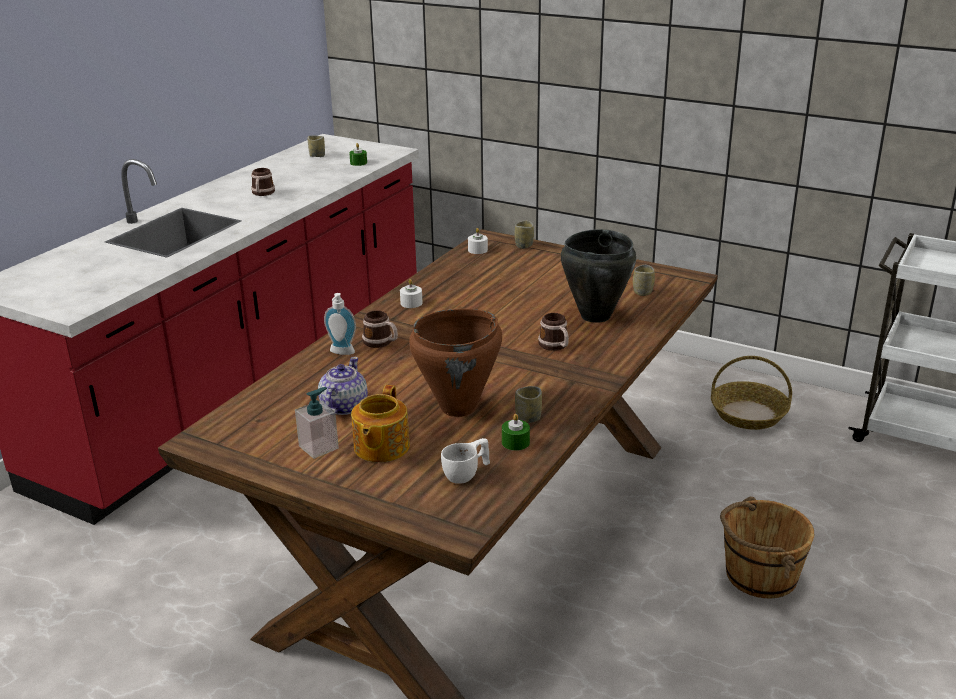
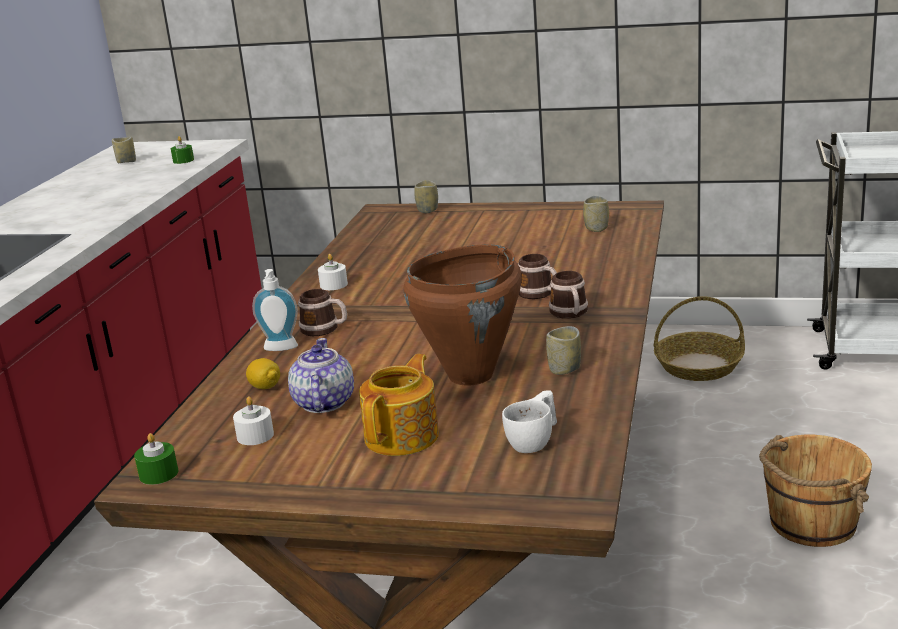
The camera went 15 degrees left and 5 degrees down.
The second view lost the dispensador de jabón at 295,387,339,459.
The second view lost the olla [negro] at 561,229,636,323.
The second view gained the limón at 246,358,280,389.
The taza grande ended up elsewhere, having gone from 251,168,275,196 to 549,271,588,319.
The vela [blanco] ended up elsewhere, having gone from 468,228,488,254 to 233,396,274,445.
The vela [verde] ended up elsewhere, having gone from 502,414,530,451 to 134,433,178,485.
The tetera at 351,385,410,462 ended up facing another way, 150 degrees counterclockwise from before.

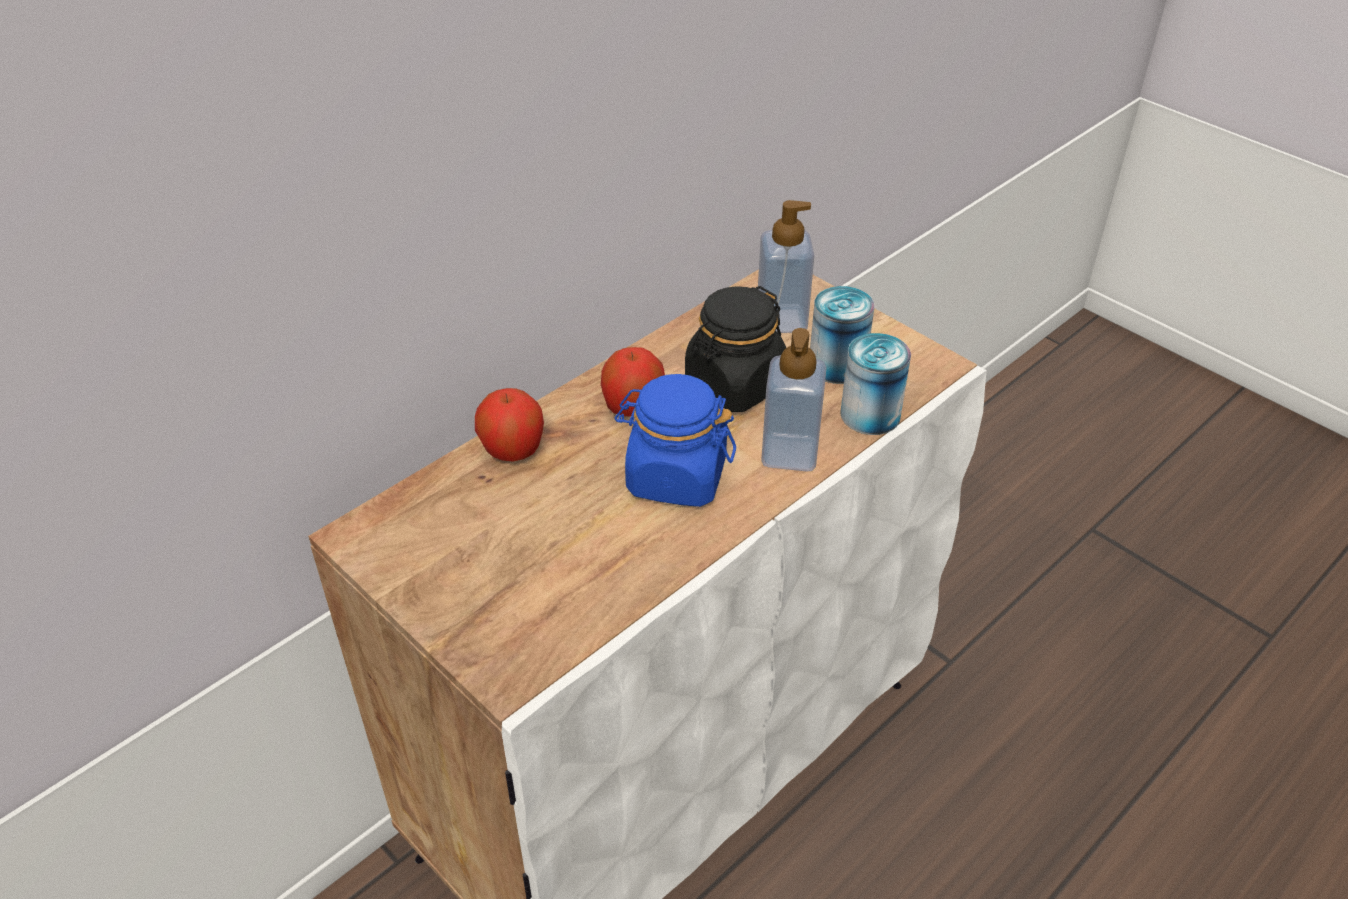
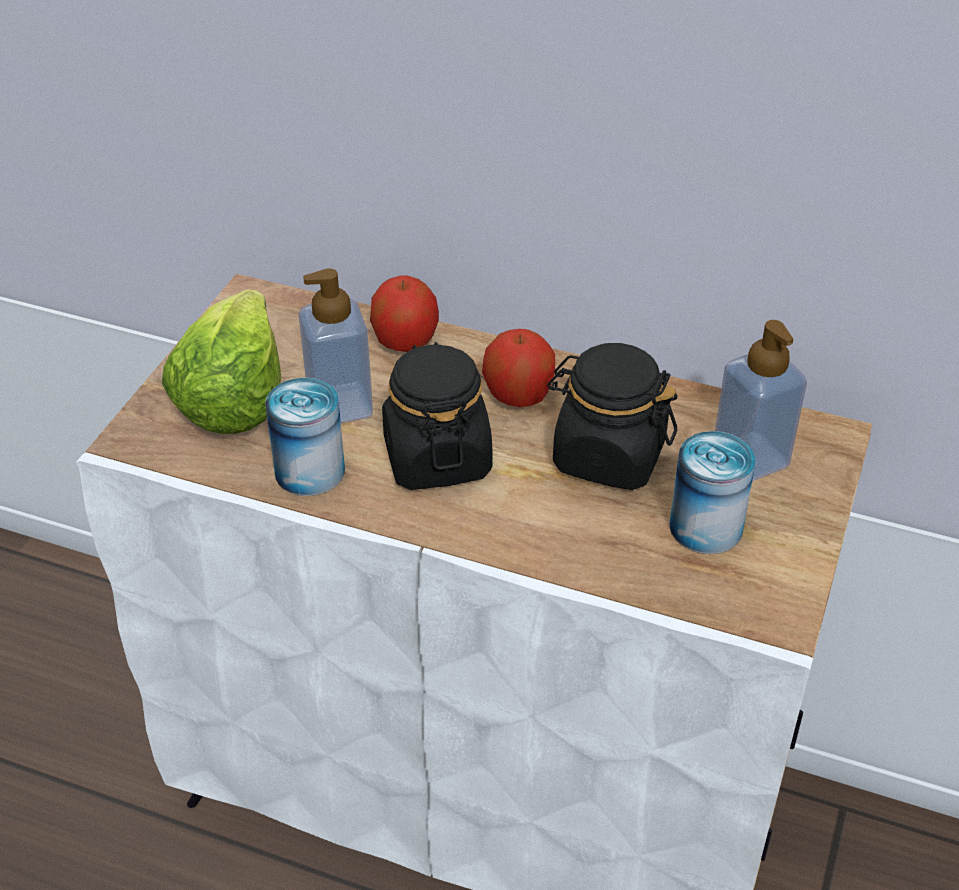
The camera went 65 degrees right and 0 degrees up.
The second view gained the lechuga at 162,289,281,434.
The dispensador de jabón ended up elsewhere, having gone from 761,328,827,472 to 299,268,373,423.
The lata ended up elsewhere, having gone from 840,333,911,435 to 265,378,345,496.
What was the tarro [azul] at 615,374,736,507 turned into the tarro [negro] at 382,342,492,490.

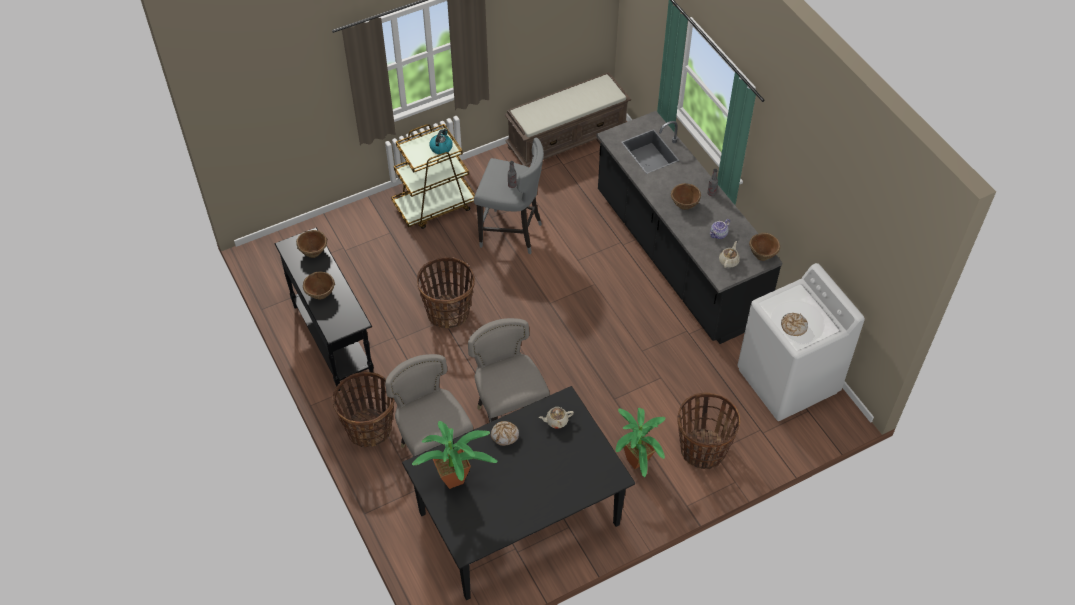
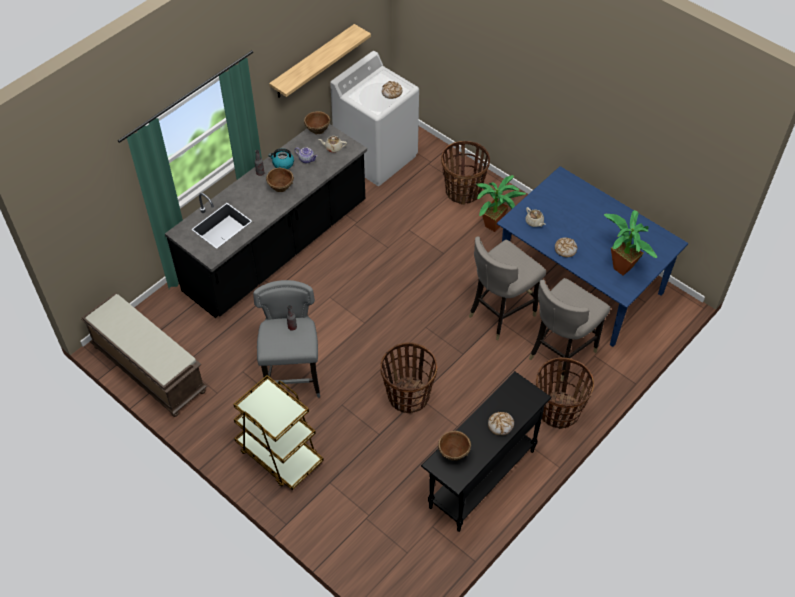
The camera went 110 degrees left and 0 degrees up.
The second view gained the estante at 269,24,371,98.
The hervidor ended up elsewhere, having gone from 429,129,453,154 to 268,148,294,169.
Where the cuenco [marrón] stood at 303,272,335,299, the pan came to stand at 488,412,514,435.
What was the mesa de comedor [negro] at 402,386,635,600 turned into the mesa de comedor [azul] at 497,166,688,347.

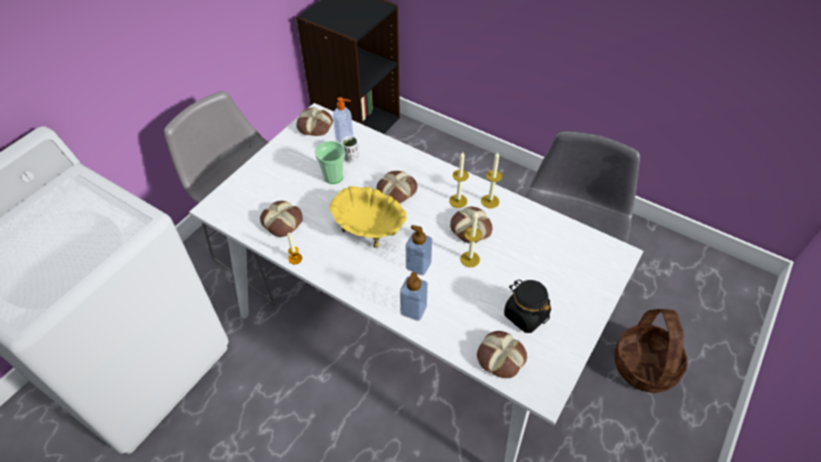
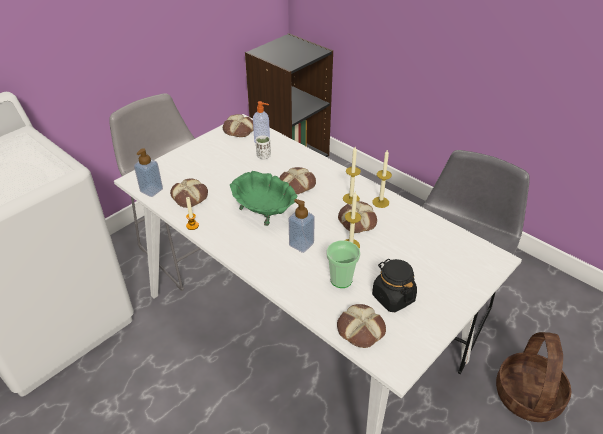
The camera went 10 degrees right and 10 degrees down.
The taza ended up elsewhere, having gone from 315,141,345,184 to 326,240,360,288.
The dispensador de jabón ended up elsewhere, having gone from 400,272,428,321 to 134,148,163,197.
What was the cuenco [amarillo] at 329,186,407,248 turned into the cuenco [verde] at 230,171,298,226.

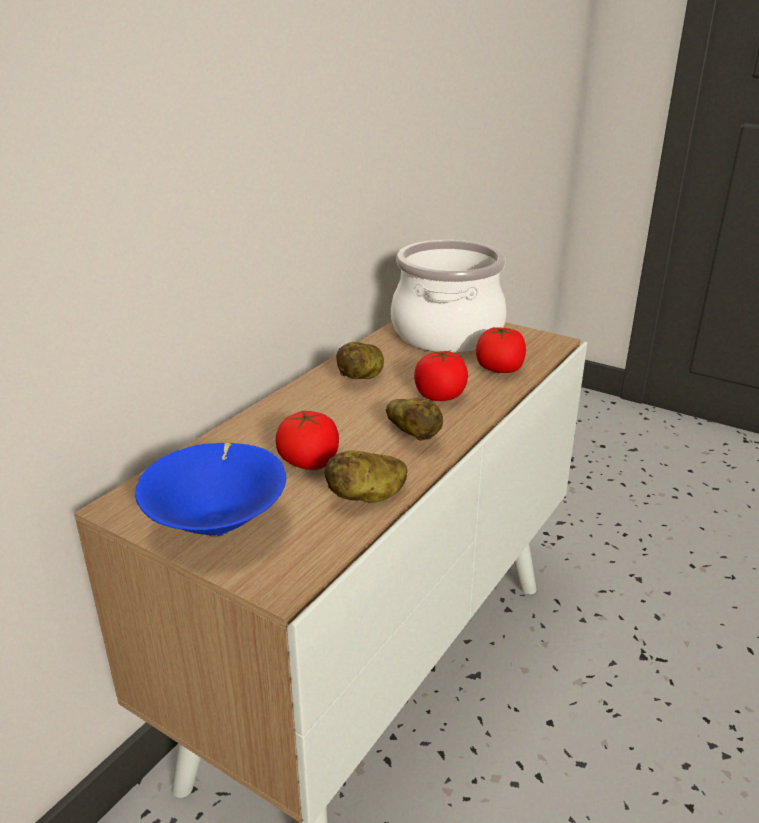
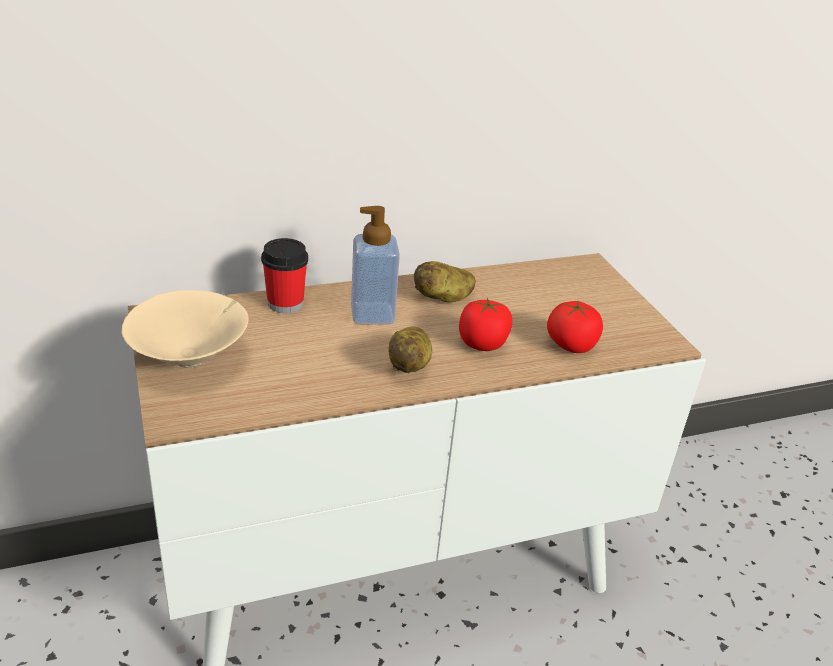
The camera went 35 degrees right and 5 degrees up.
The second view lost the tomate at 275,410,339,470.
The second view lost the patata at 325,451,407,503.
The second view lost the olla at 391,240,507,353.
The second view gained the taza at 261,238,308,313.
The second view gained the dispensador de jabón at 351,206,400,324.
What was the cuenco [azul] at 135,442,287,536 turned into the cuenco [beis] at 122,290,249,368.

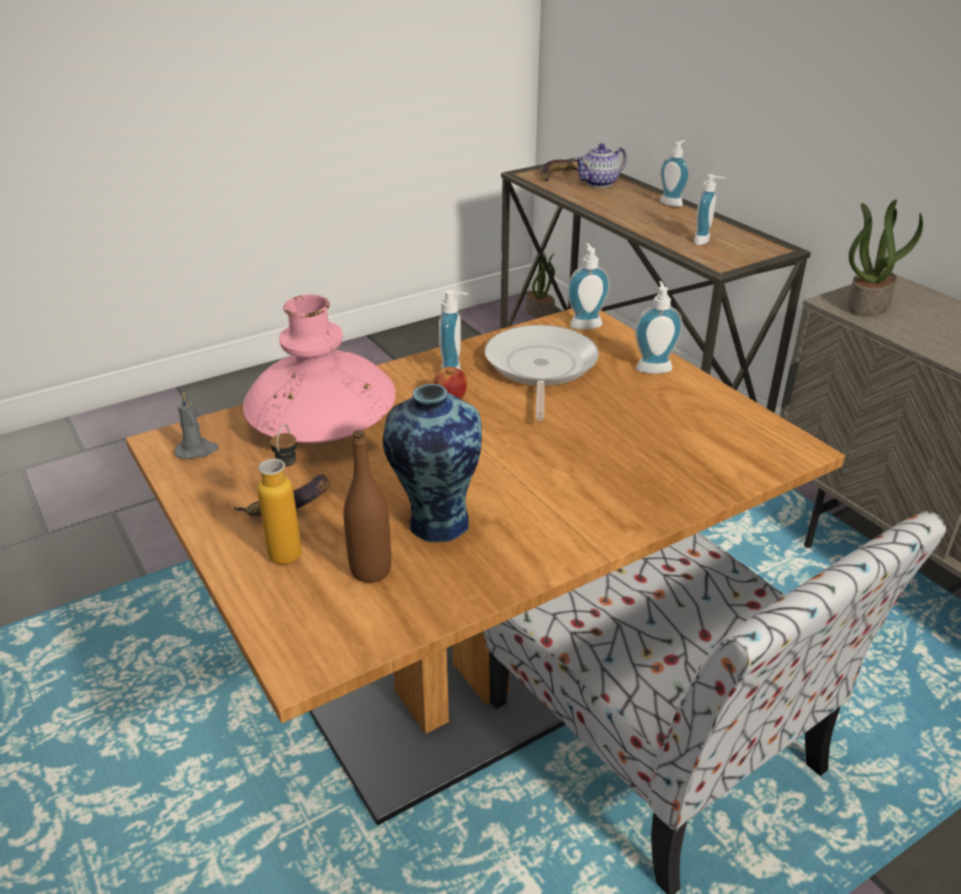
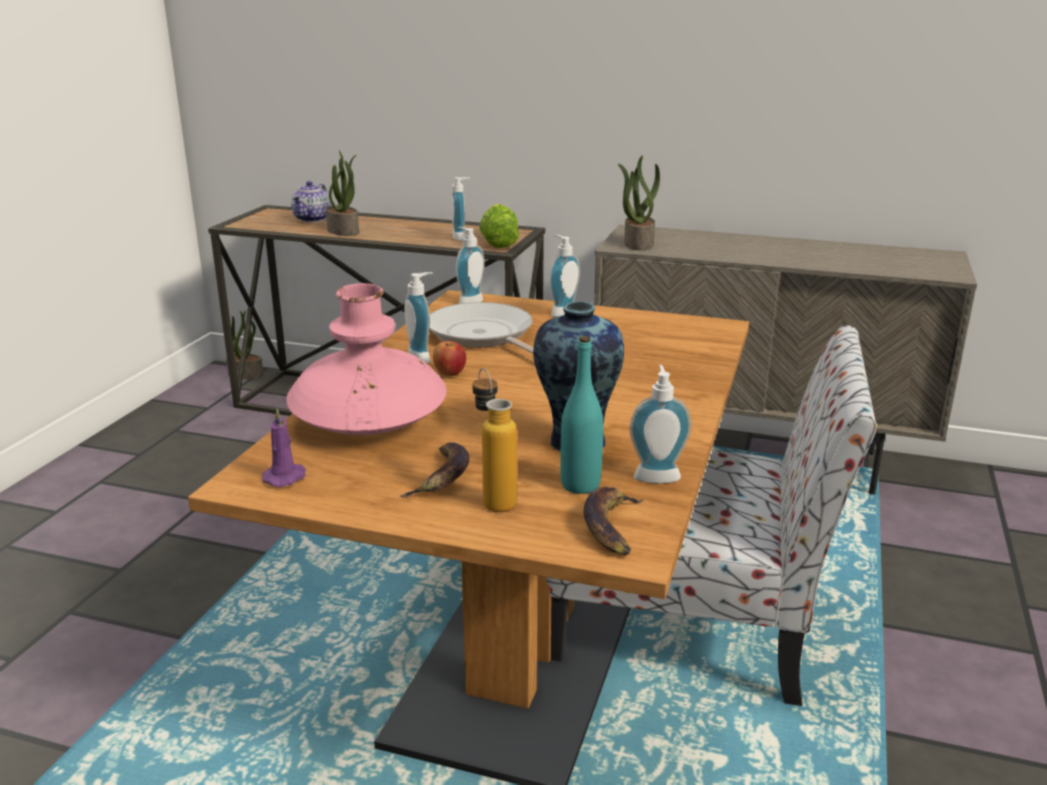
The camera went 40 degrees left and 10 degrees down.
The second view gained the planta en maceta at 326,151,359,236.
The second view gained the lechuga at 479,204,519,248.
The plátano ended up elsewhere, having gone from 540,159,578,181 to 584,486,643,555.
The dispensador de jabón ended up elsewhere, having gone from 660,140,690,207 to 629,365,692,484.
What was the vela [gris] at 174,392,219,459 turned into the vela [morado] at 262,409,306,487.
What was the botella [marrón] at 343,430,391,583 turned into the botella [turquesa] at 560,336,603,494.

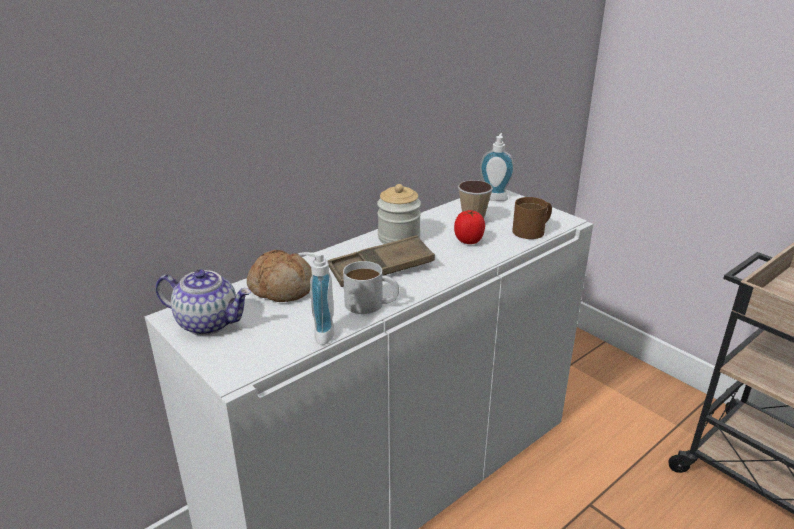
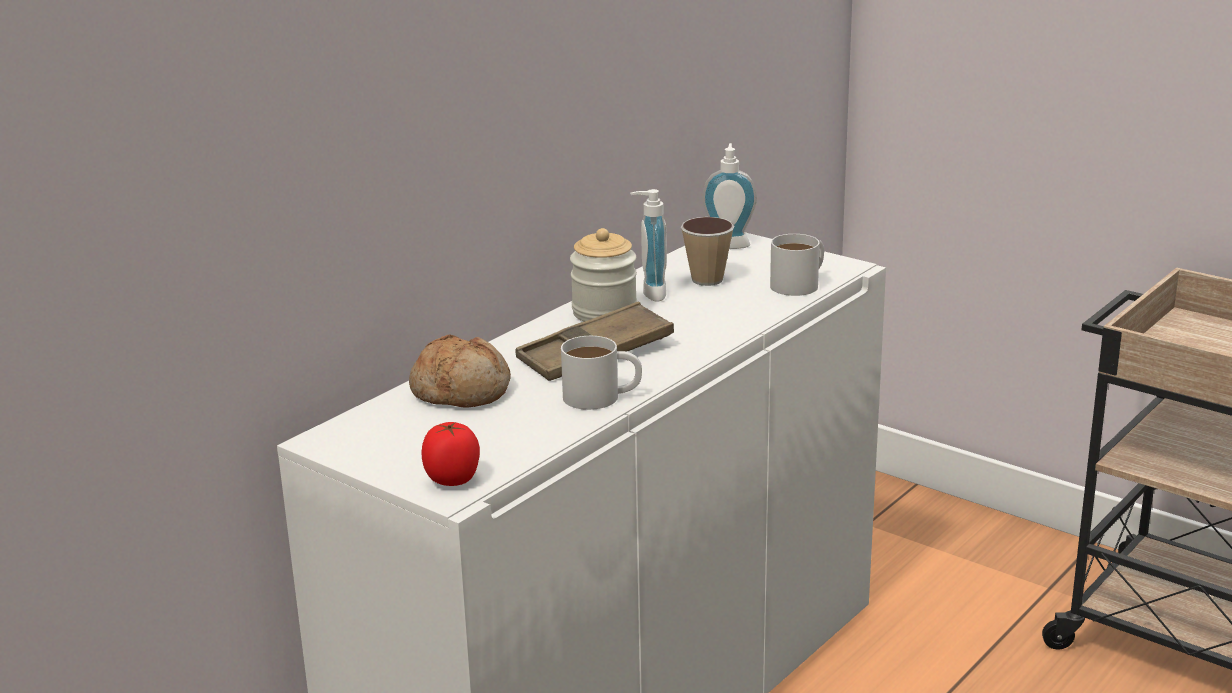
The camera went 10 degrees left and 5 degrees down.
The second view lost the tetera at 155,269,251,335.
The dispensador de jabón ended up elsewhere, having gone from 299,251,334,345 to 630,189,667,302.
The tomate ended up elsewhere, having gone from 454,210,485,244 to 422,422,480,486.
What was the taza grande [marrón] at 512,197,552,239 turned into the taza grande [blanco] at 770,234,824,296.

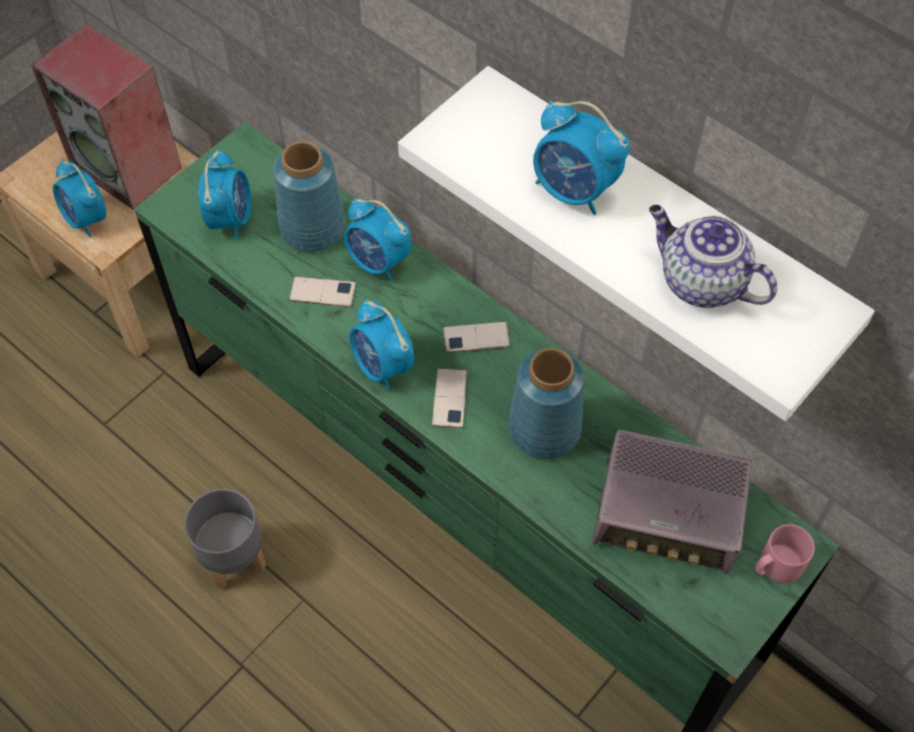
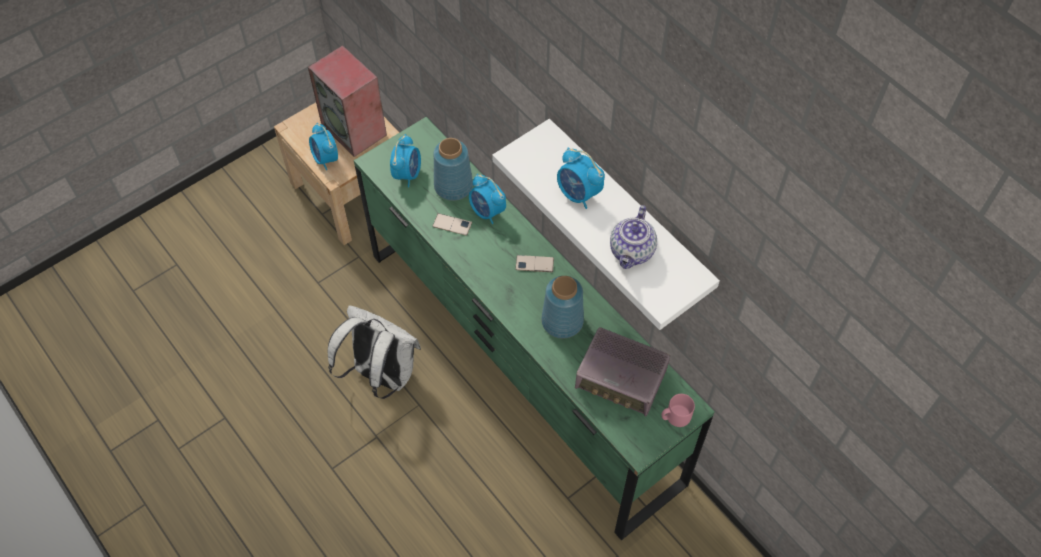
The camera went 10 degrees right and 0 degrees up.
The second view lost the despertador at 349,299,414,391.
The second view lost the móvil at 432,368,468,428.
Where the maceta [gris] stood at 184,489,266,589, the mochila [blanco] came to stand at 327,305,421,399.
The tetera at 649,205,777,308 ended up facing another way, 120 degrees counterclockwise from before.

